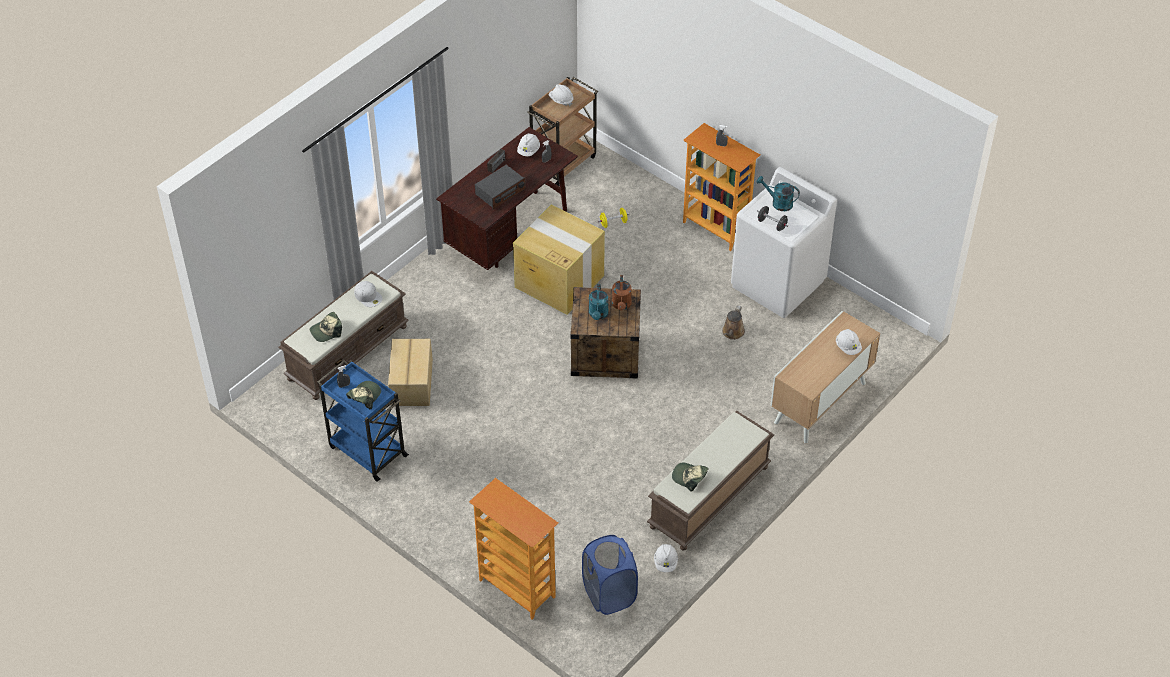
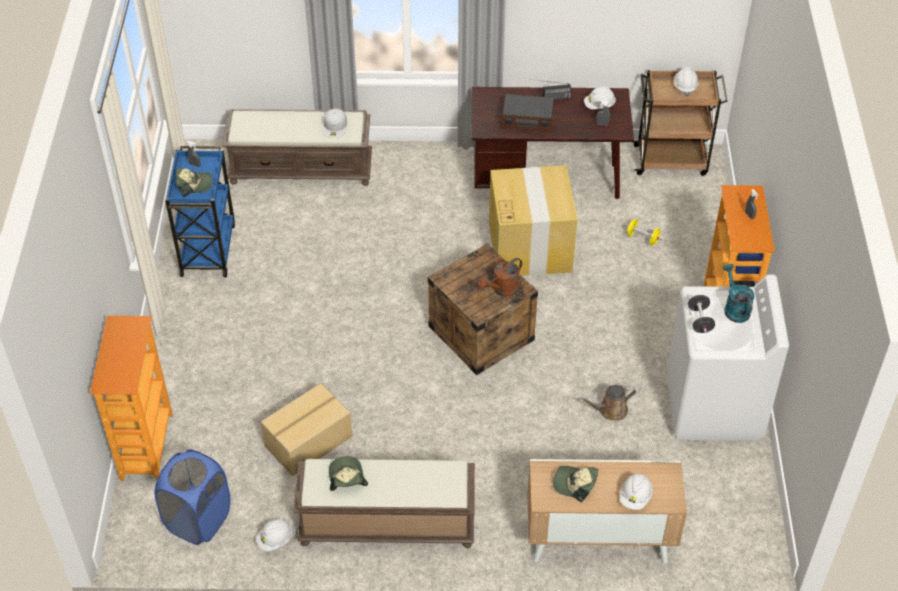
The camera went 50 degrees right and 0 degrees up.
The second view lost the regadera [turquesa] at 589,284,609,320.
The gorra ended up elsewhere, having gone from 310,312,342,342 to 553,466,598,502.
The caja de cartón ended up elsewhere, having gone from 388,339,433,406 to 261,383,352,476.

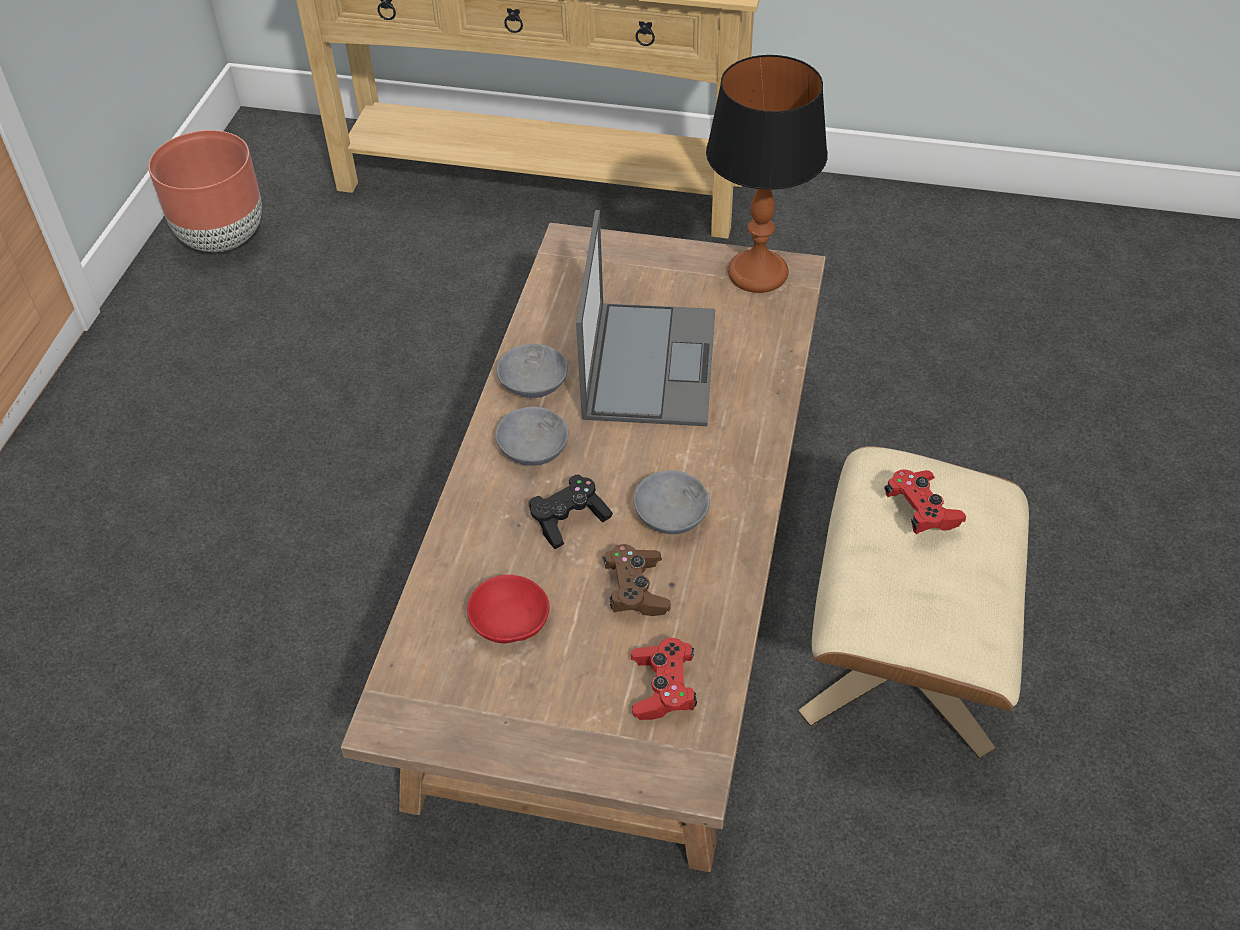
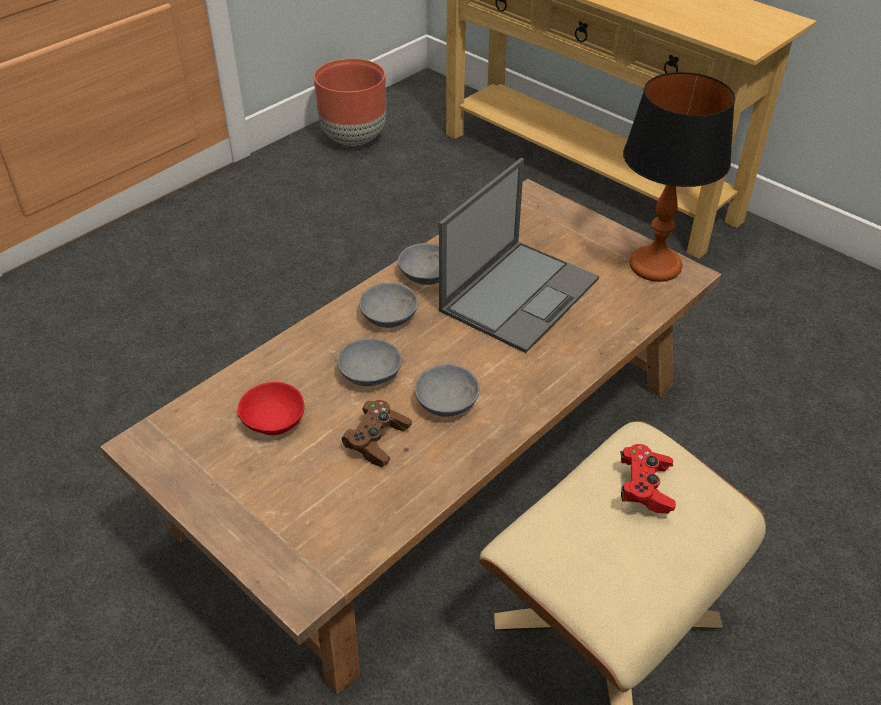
The camera went 30 degrees right and 5 degrees down.
The second view lost the mando de consola [rojo] at 631,638,697,720.
Where the mando de consola [negro] stood at 529,474,613,549, the cuenco [gris] came to stand at 337,338,402,386.

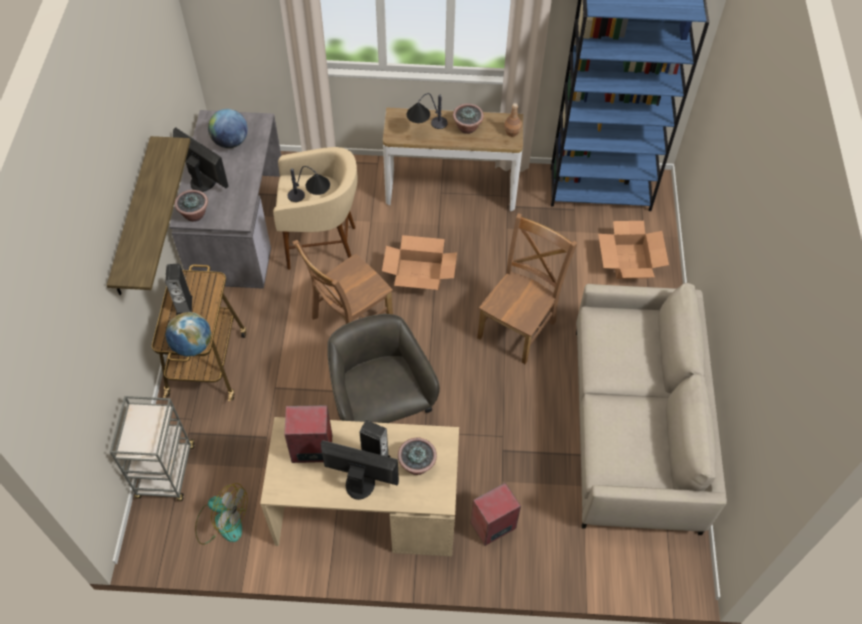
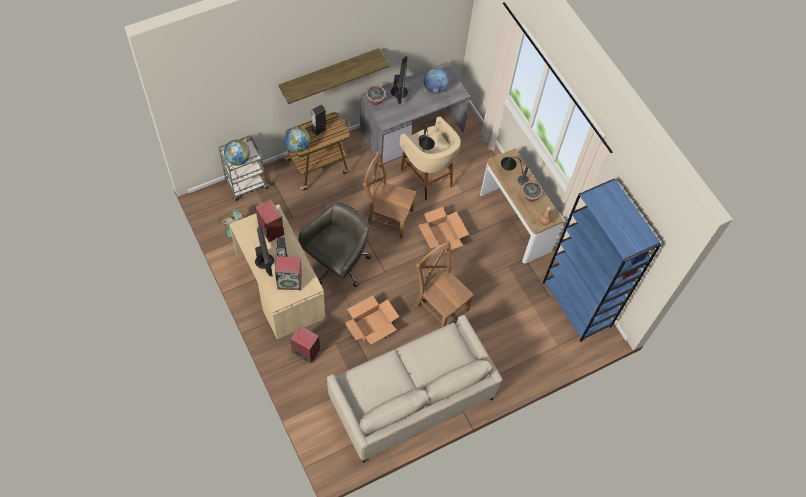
The camera went 55 degrees right and 5 degrees up.
The second view gained the globo terráqueo at 224,140,250,166.
The caja de cartón ended up elsewhere, having gone from 598,221,669,279 to 344,295,399,344.
Where the planta en maceta stood at 398,438,437,475, the altavoz came to stand at 275,256,302,290.
The silla [marrón] at 477,213,577,364 ended up facing another way, 135 degrees counterclockwise from before.

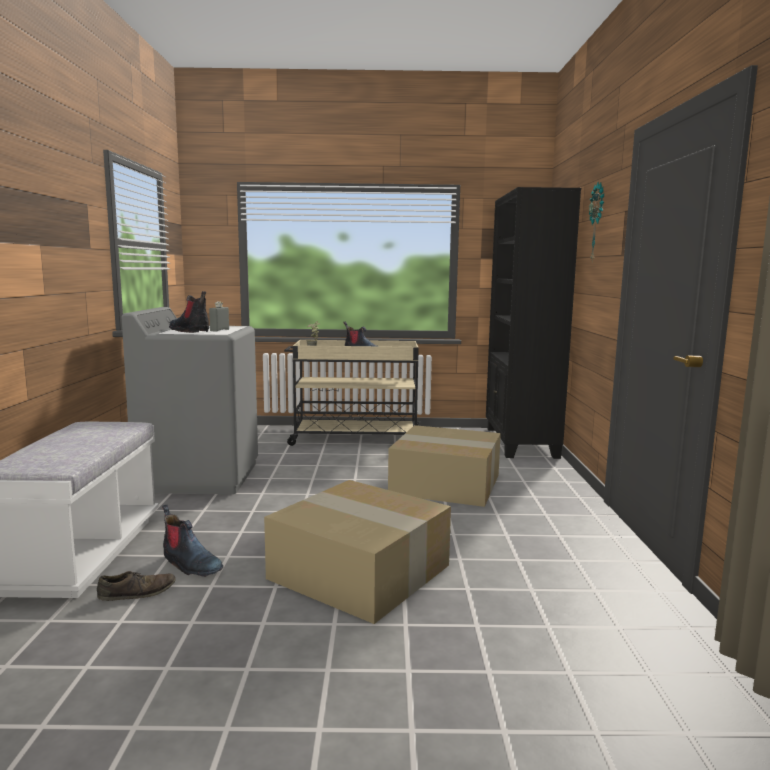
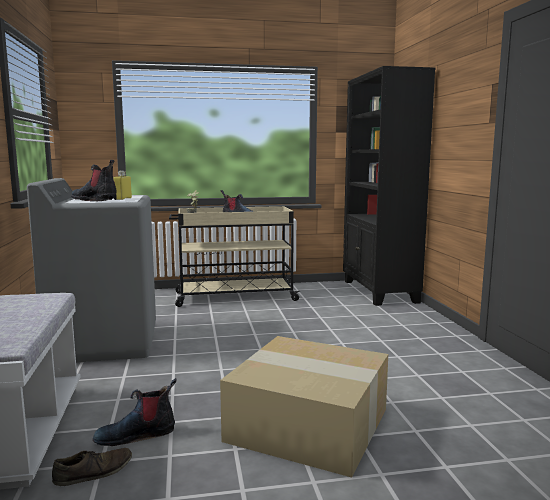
The camera went 10 degrees left and 0 degrees up.
The second view lost the caja de cartón at 388,425,501,507.
The second view lost the reloj de pared at 589,182,604,261.
What was the botella [gris] at 209,301,229,332 turned into the botella [amarillo] at 113,170,132,200.
The bota at 162,505,223,577 ended up facing another way, 135 degrees clockwise from before.

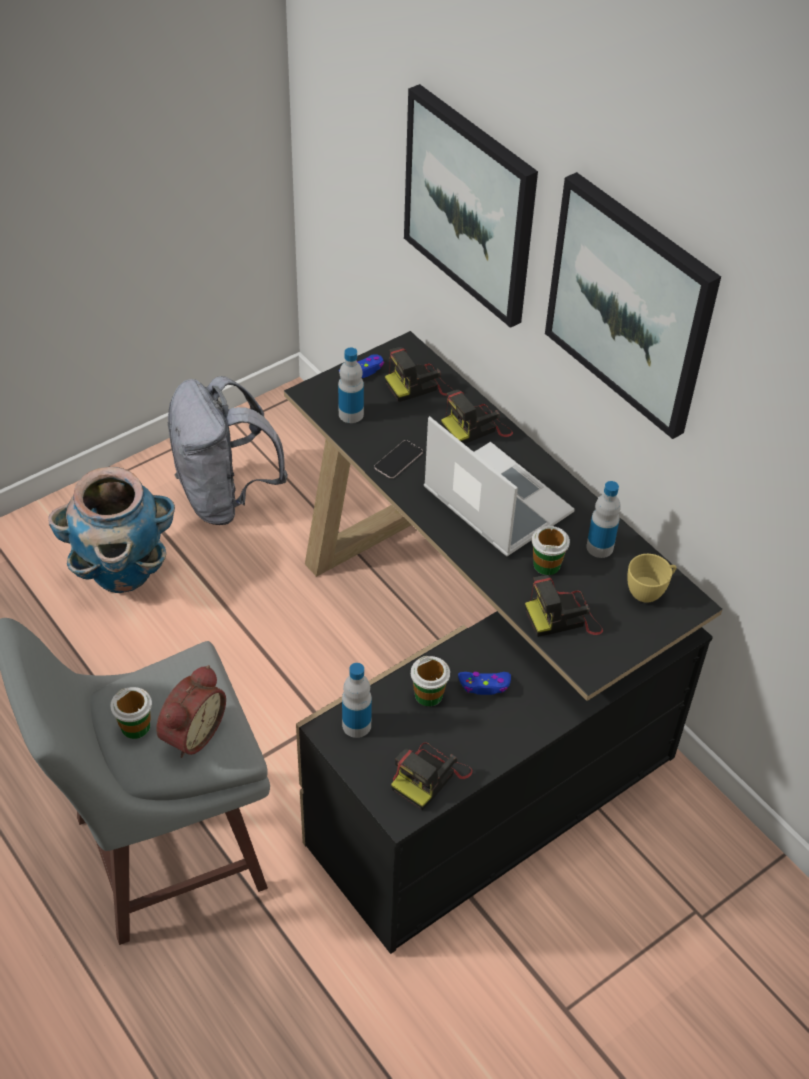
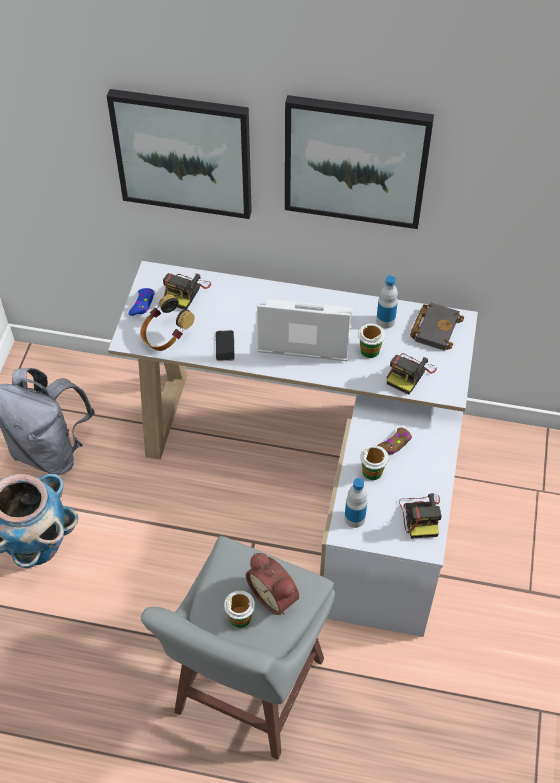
The camera went 40 degrees left and 5 degrees up.
The second view lost the cámara at 441,390,513,444.
Where the botella stood at 338,348,364,423, the auriculares came to stand at 140,294,195,351.
Where the taza [amarillo] stood at 627,554,676,603, the libro [negro] came to stand at 410,303,464,351.
What was the escritorio [negro] at 284,331,722,954 turned into the escritorio [blanco] at 108,261,478,637.
What was the mando de consola [azul] at 458,672,511,695 turned into the mando de consola [marrón] at 377,428,412,455.
The despertador at 156,665,226,758 ended up facing another way, 150 degrees clockwise from before.

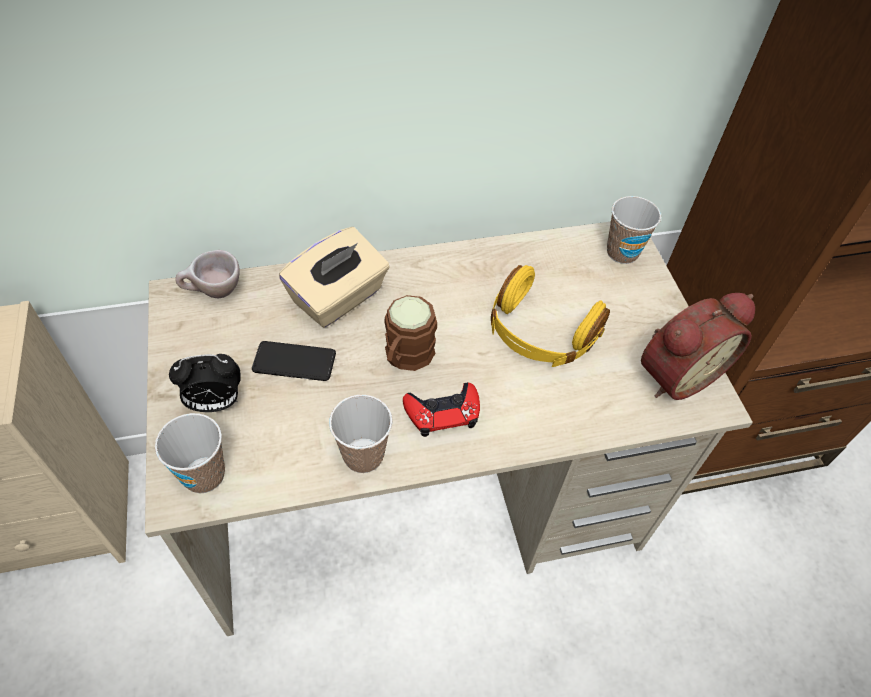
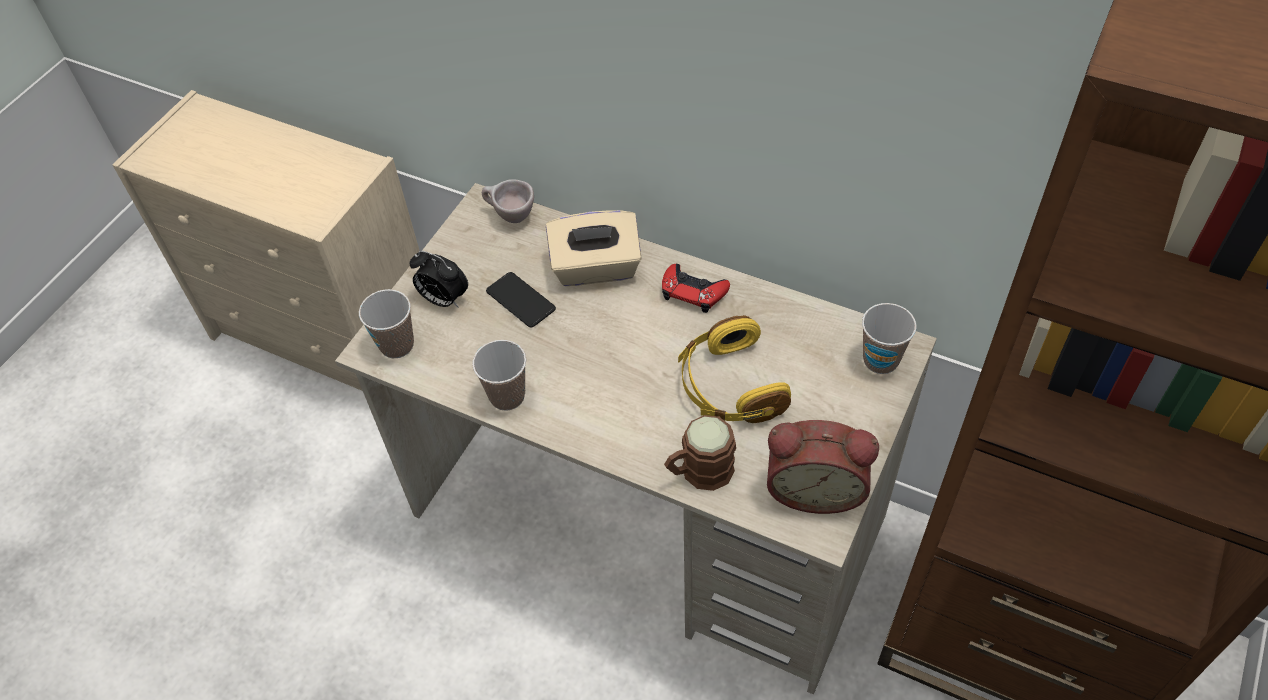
The camera went 45 degrees right and 0 degrees up.
The taza grande [marrón] ended up elsewhere, having gone from 384,295,437,371 to 664,415,736,491.
The mando de consola [rojo] ended up elsewhere, having gone from 403,382,480,437 to 662,264,730,313.

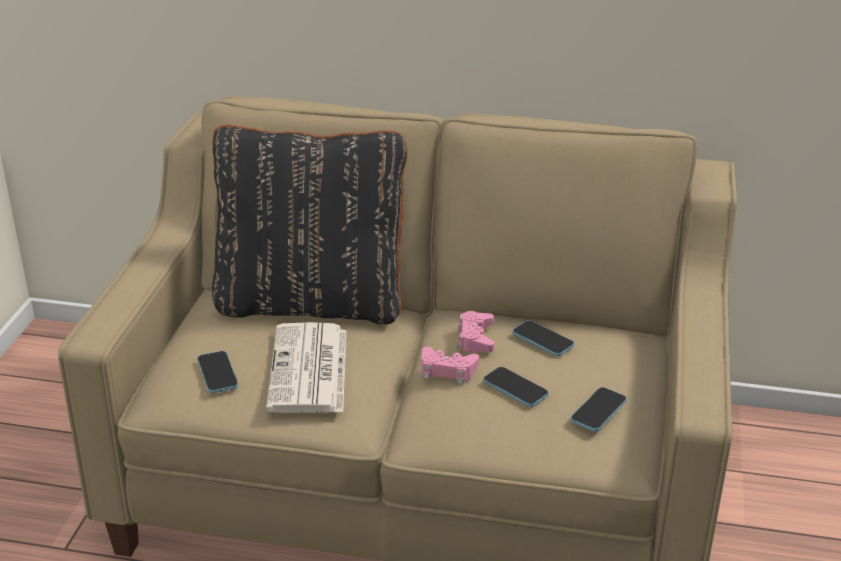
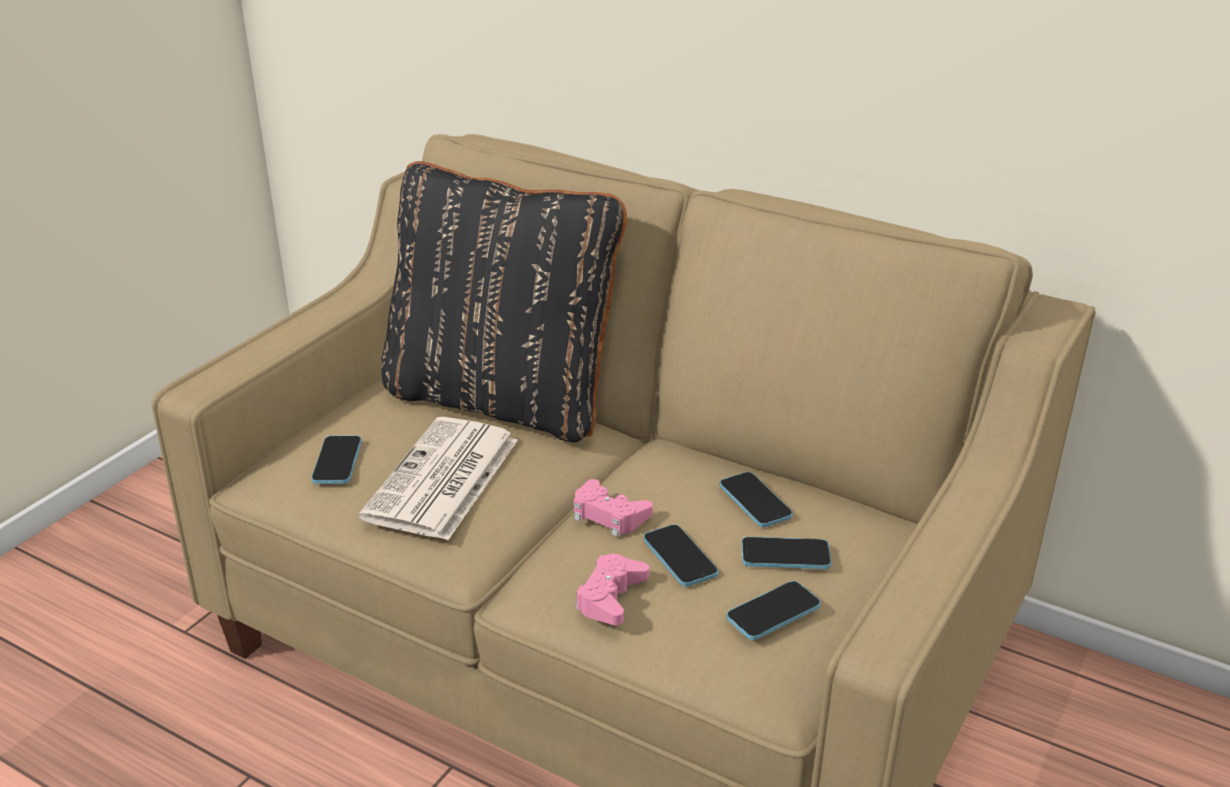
The camera went 20 degrees right and 0 degrees up.
The second view gained the móvil at 741,537,831,569.
The mando de consola [rosa] ended up elsewhere, having gone from 458,311,494,352 to 575,554,649,625.

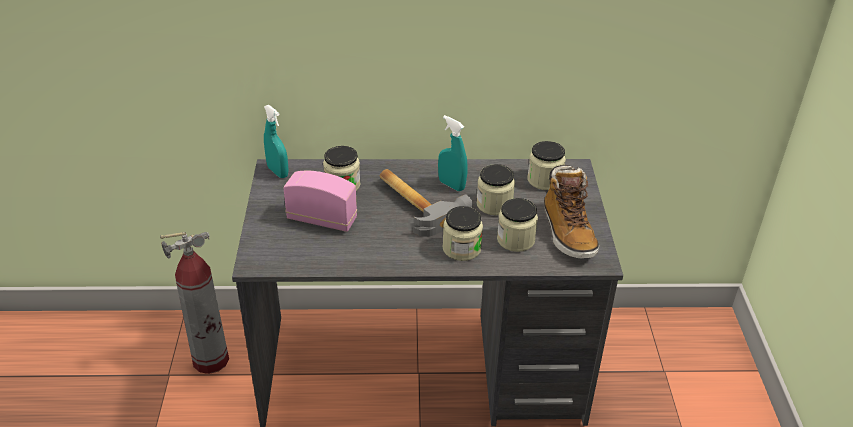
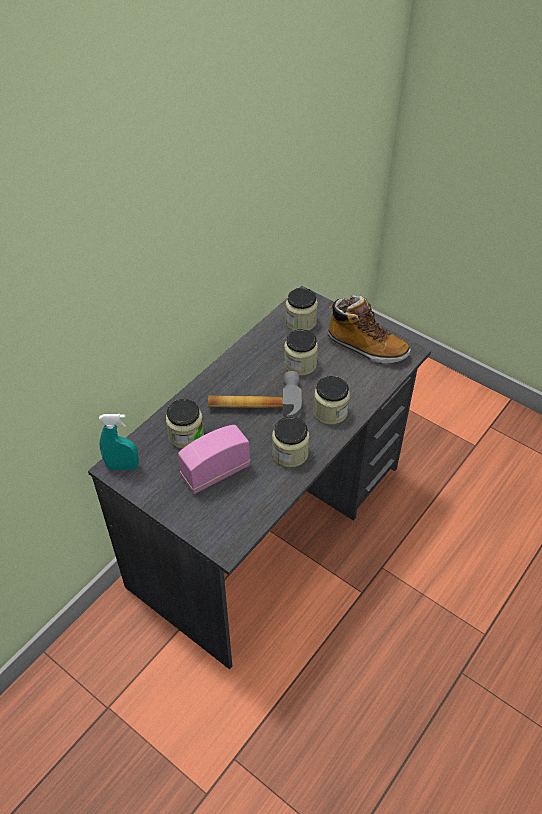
The camera went 50 degrees left and 10 degrees up.
The second view lost the extintor at 160,232,229,374.
The second view lost the pulverizador [turquesa] at 438,115,467,191.
The tarro ended up elsewhere, having gone from 497,198,538,252 to 272,417,309,467.

